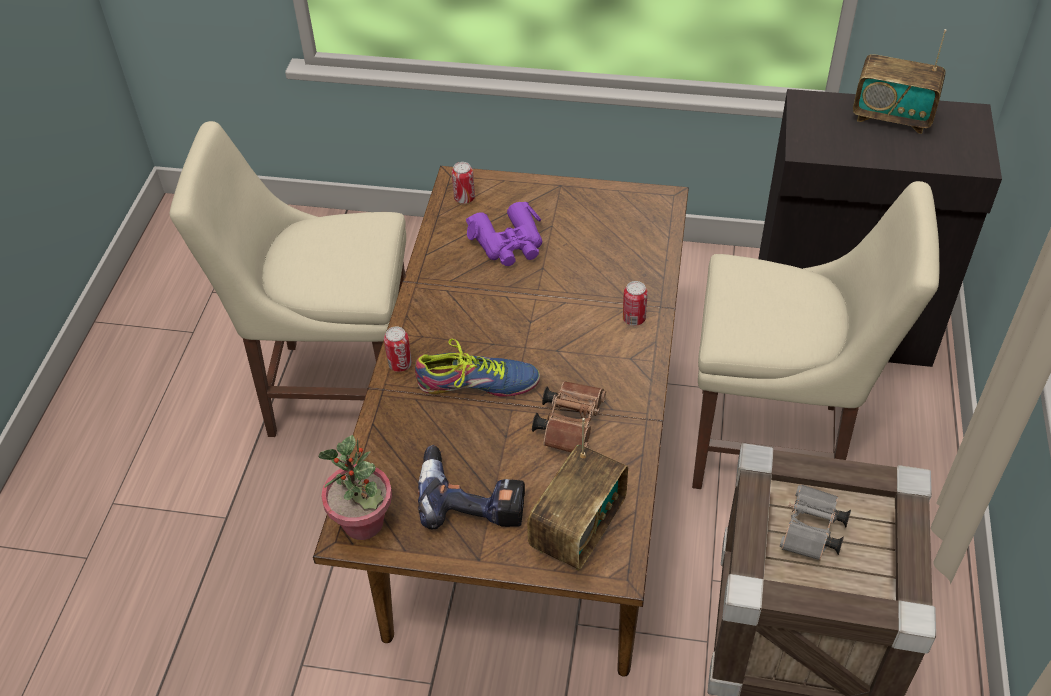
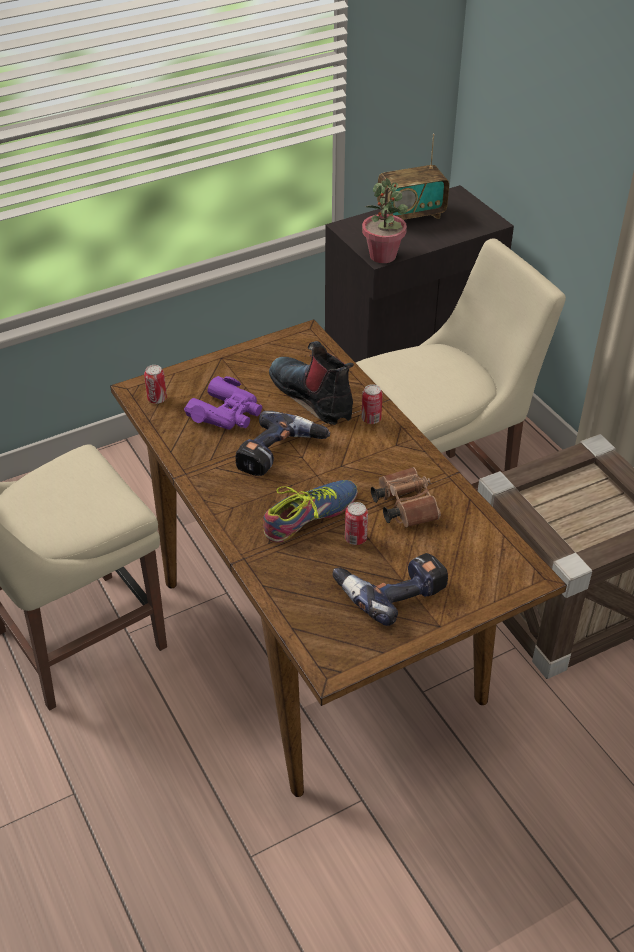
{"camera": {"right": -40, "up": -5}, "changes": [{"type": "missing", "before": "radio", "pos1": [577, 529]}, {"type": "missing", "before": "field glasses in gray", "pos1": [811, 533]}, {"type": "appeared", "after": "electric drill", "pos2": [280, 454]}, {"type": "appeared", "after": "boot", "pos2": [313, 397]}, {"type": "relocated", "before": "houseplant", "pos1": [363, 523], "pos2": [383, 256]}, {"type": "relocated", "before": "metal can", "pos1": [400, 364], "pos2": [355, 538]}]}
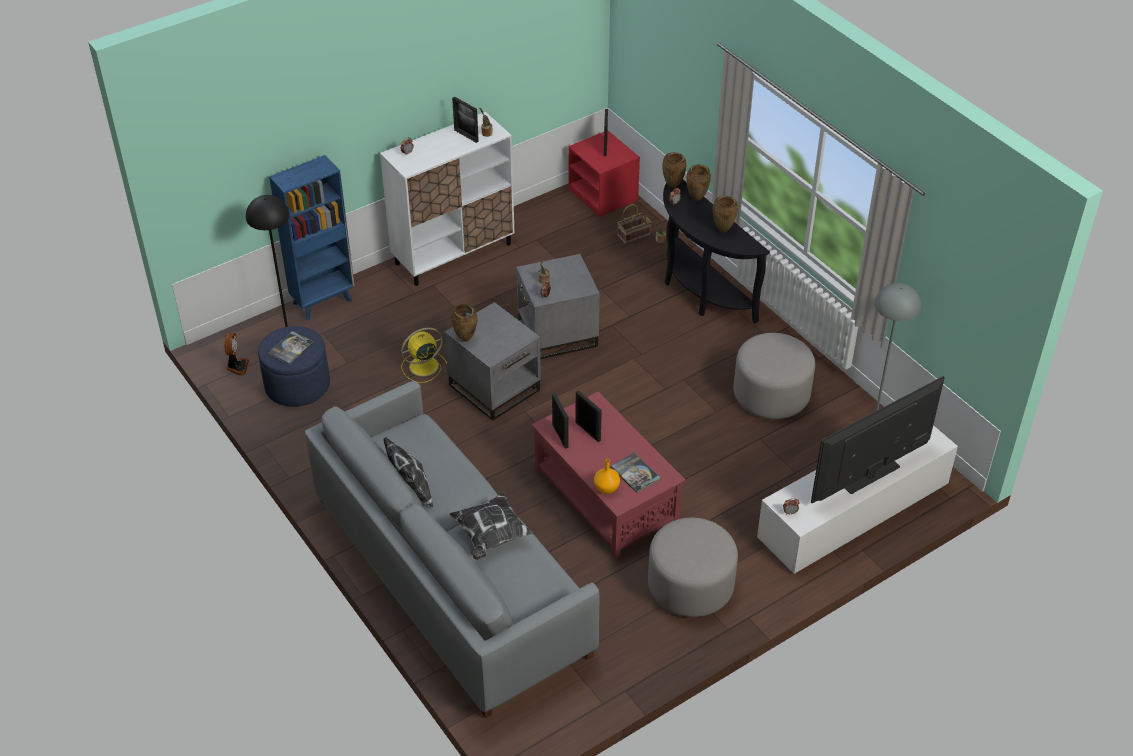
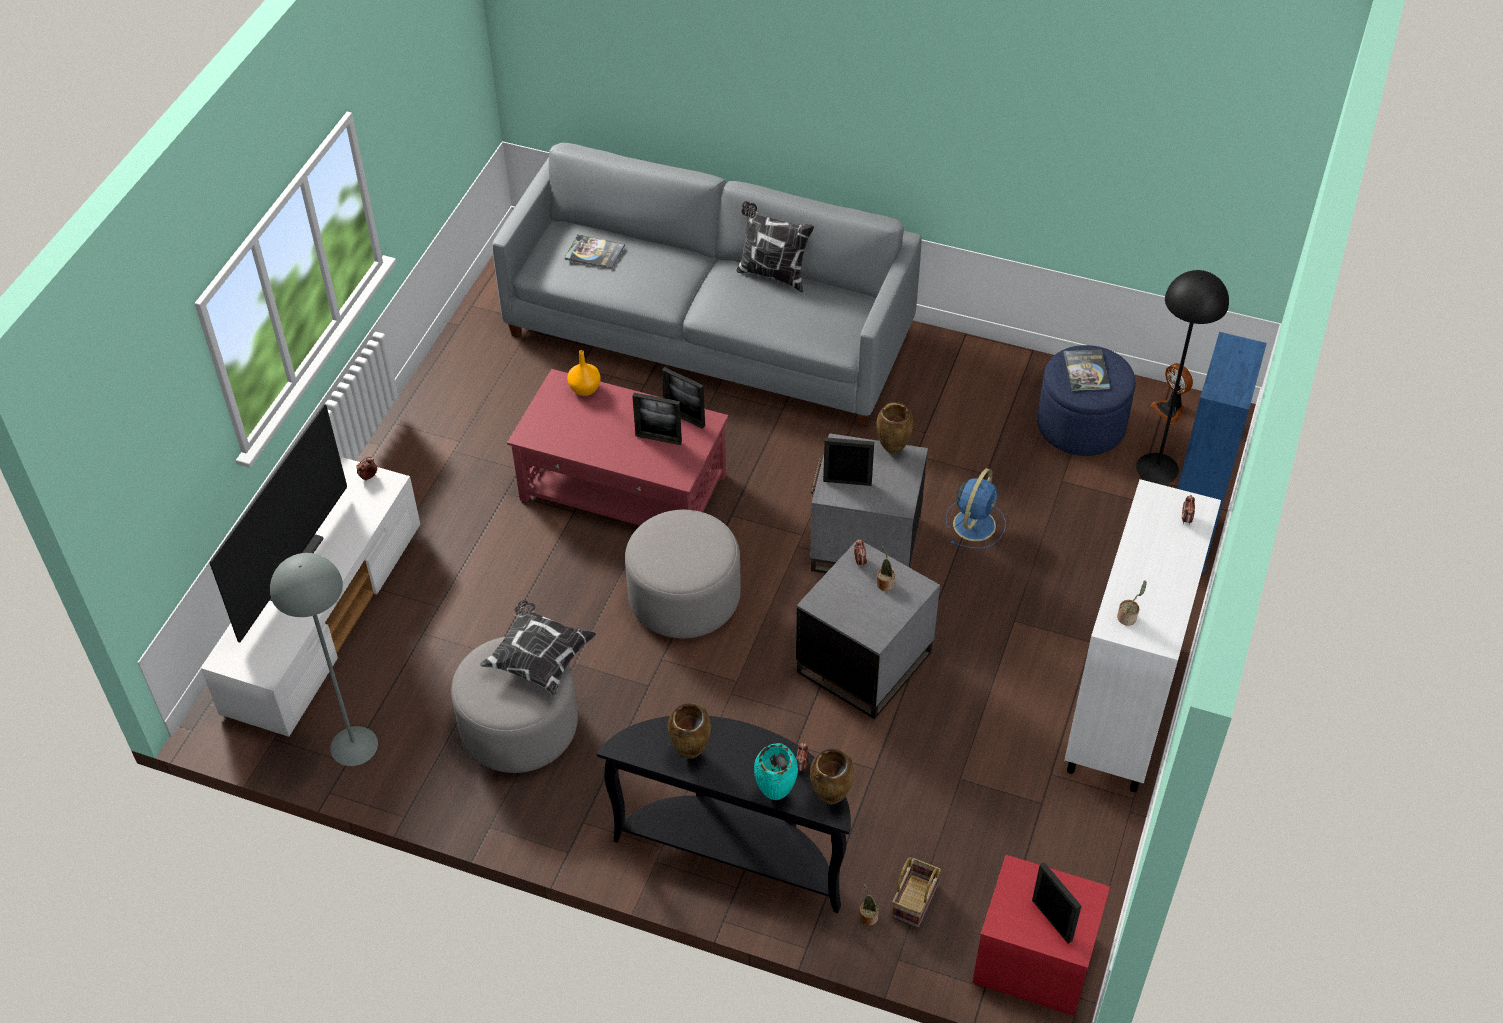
{"camera": {"right": 145, "up": 5}, "changes": [{"type": "relocated", "before": "throw pillow", "pos1": [490, 535], "pos2": [539, 659]}, {"type": "relocated", "before": "standing frame", "pos1": [466, 135], "pos2": [847, 482]}, {"type": "relocated", "before": "bound book", "pos1": [635, 473], "pos2": [595, 252]}, {"type": "relocated", "before": "ottoman in gray", "pos1": [690, 586], "pos2": [684, 598]}, {"type": "colour", "before": "fan in yellowish", "after": "fan in bluish", "pos1": [422, 366], "pos2": [975, 523]}, {"type": "colour", "before": "flower vase in brown", "after": "flower vase in turquoise-coloured", "pos1": [696, 198], "pos2": [776, 795]}]}
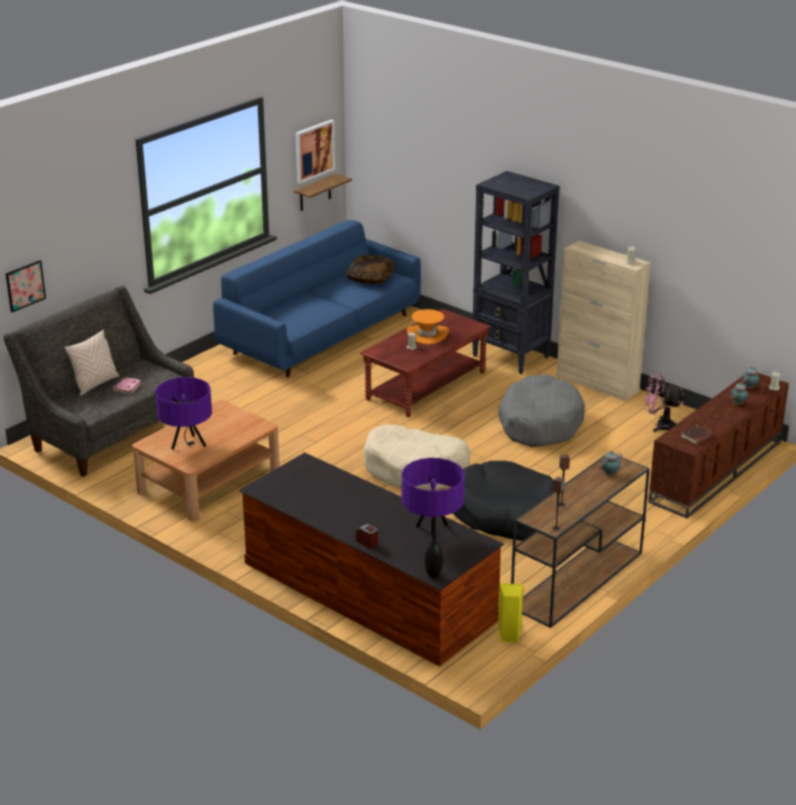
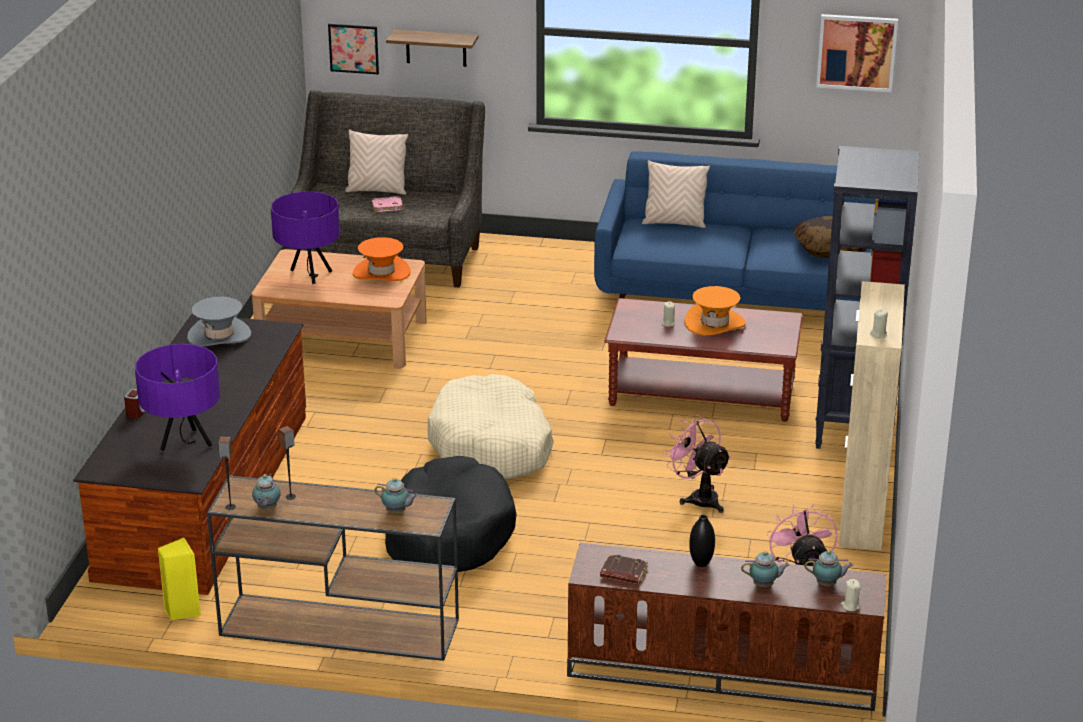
{"camera": {"right": 60, "up": 0}, "changes": [{"type": "appeared", "after": "wearable hat in gray", "pos2": [219, 336]}, {"type": "appeared", "after": "pot for tea", "pos2": [266, 509]}, {"type": "appeared", "after": "wearable hat in orangey", "pos2": [381, 272]}, {"type": "appeared", "after": "throw pillow in beige-coloured", "pos2": [674, 223]}, {"type": "relocated", "before": "bracket shelf", "pos1": [315, 193], "pos2": [436, 48]}, {"type": "relocated", "before": "flower vase in black-coloured", "pos1": [433, 575], "pos2": [701, 563]}, {"type": "exchanged", "before": "dog cushion in gray", "after": "fan in pink", "pos1": [539, 423], "pos2": [699, 497]}]}
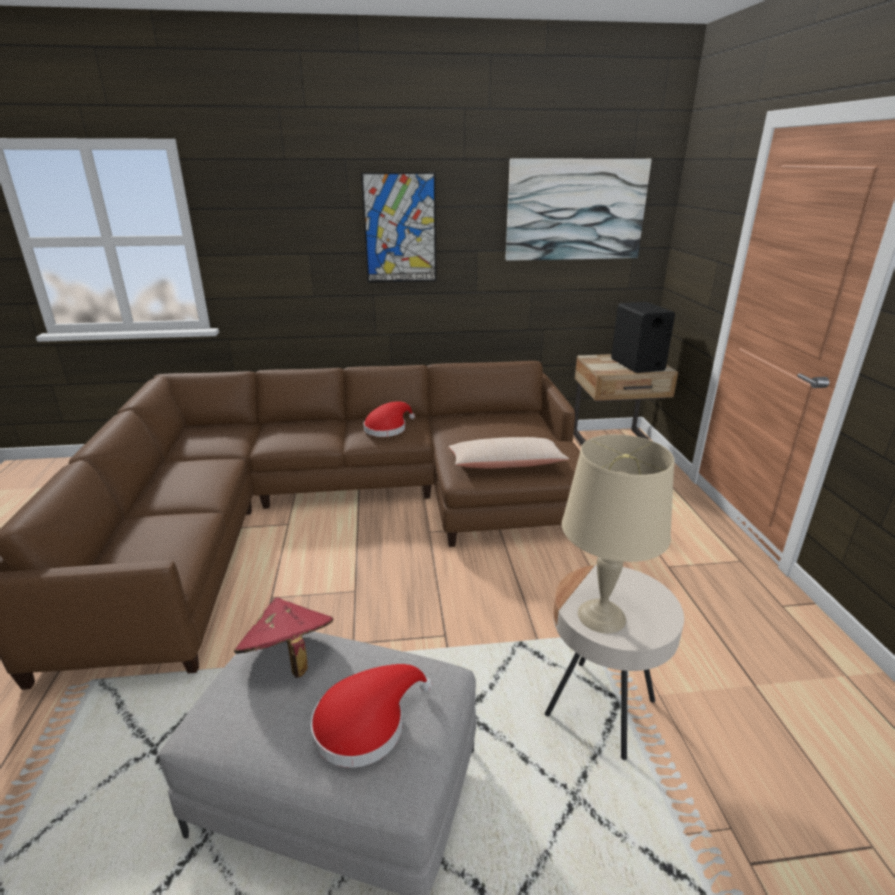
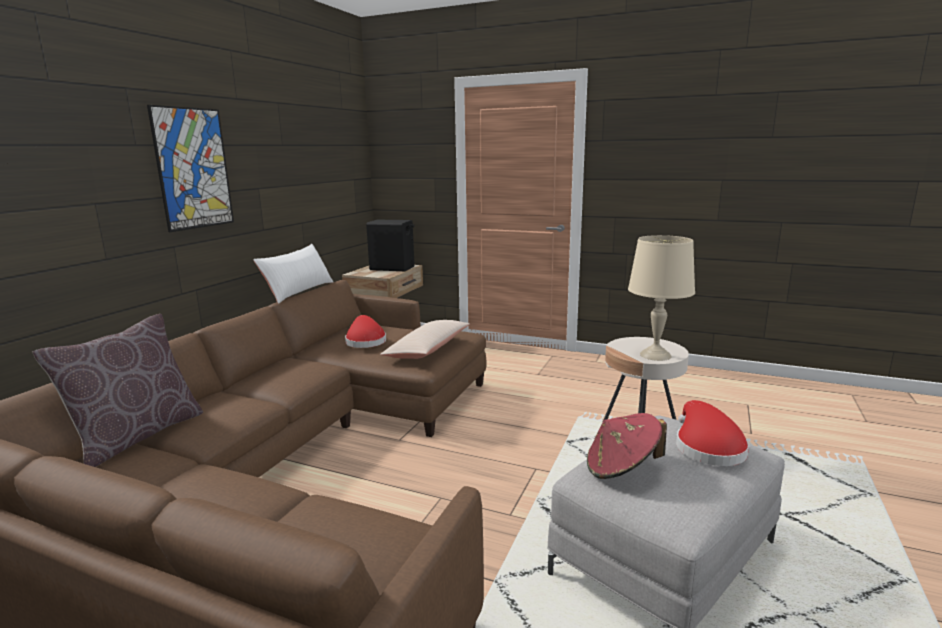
{"camera": {"right": -60, "up": -10}, "changes": [{"type": "missing", "before": "wall art", "pos1": [575, 210]}, {"type": "appeared", "after": "throw pillow in brown", "pos2": [137, 436]}, {"type": "appeared", "after": "throw pillow in whitish", "pos2": [298, 291]}, {"type": "relocated", "before": "wearable hat in red", "pos1": [387, 428], "pos2": [365, 341]}]}
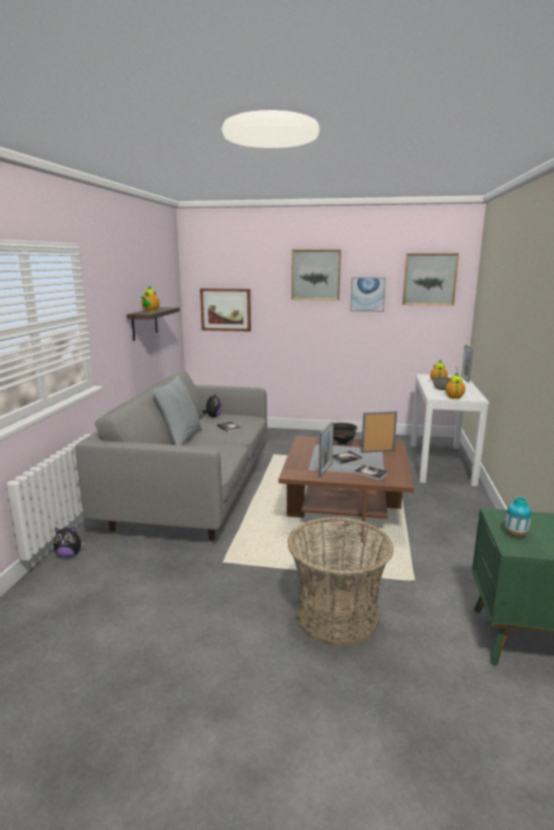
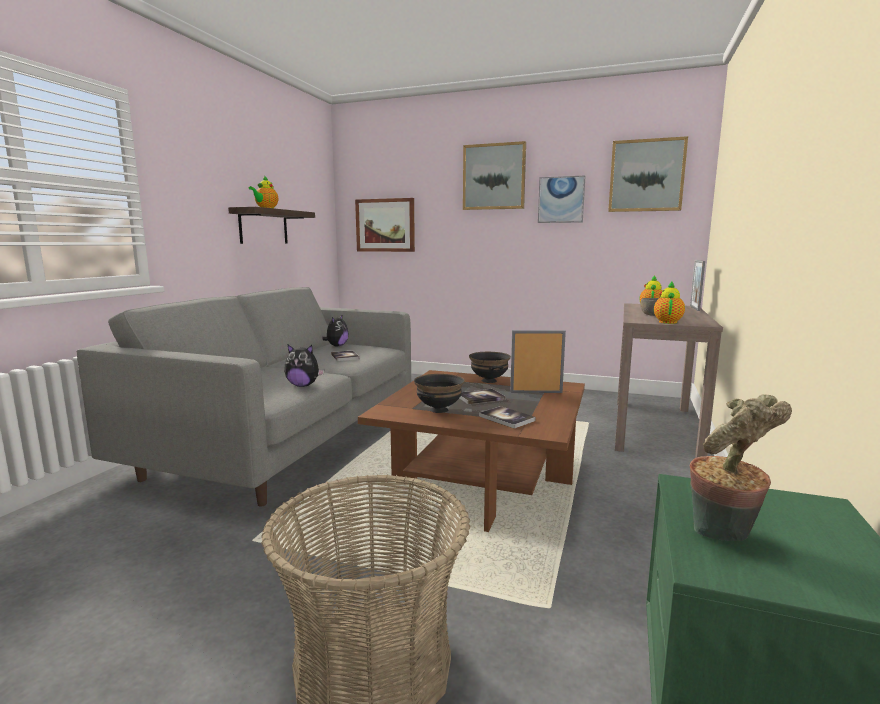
{"camera": {"right": 10, "up": -5}, "changes": [{"type": "missing", "before": "throw pillow", "pos1": [180, 439]}, {"type": "relocated", "before": "cuddly toy", "pos1": [69, 555], "pos2": [303, 385]}, {"type": "exchanged", "before": "standing frame", "after": "bowl in black-coloured", "pos1": [325, 469], "pos2": [438, 410]}, {"type": "exchanged", "before": "flower vase", "after": "houseplant", "pos1": [515, 535], "pos2": [724, 536]}, {"type": "colour", "before": "hall table in whitish", "after": "hall table in brown", "pos1": [441, 463], "pos2": [655, 428]}]}
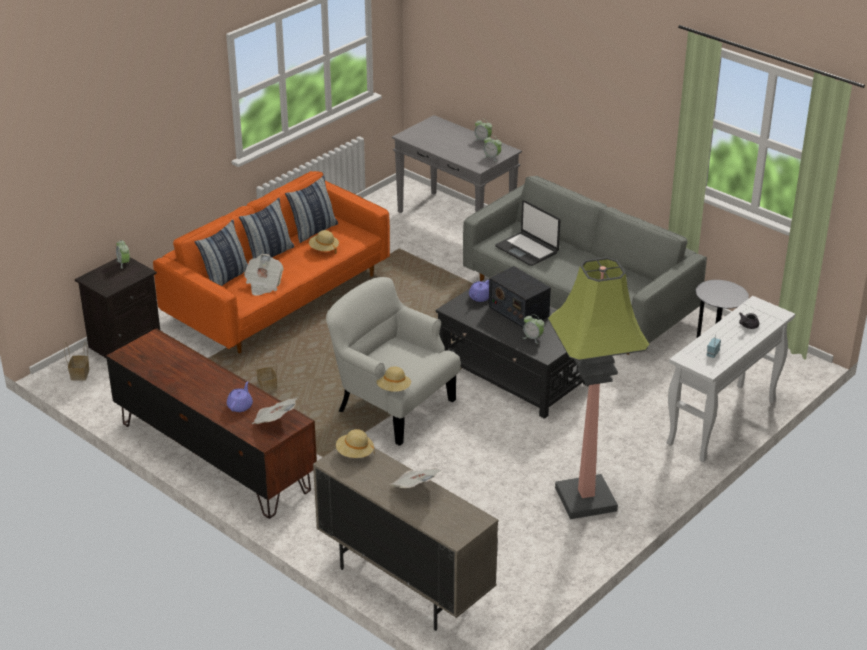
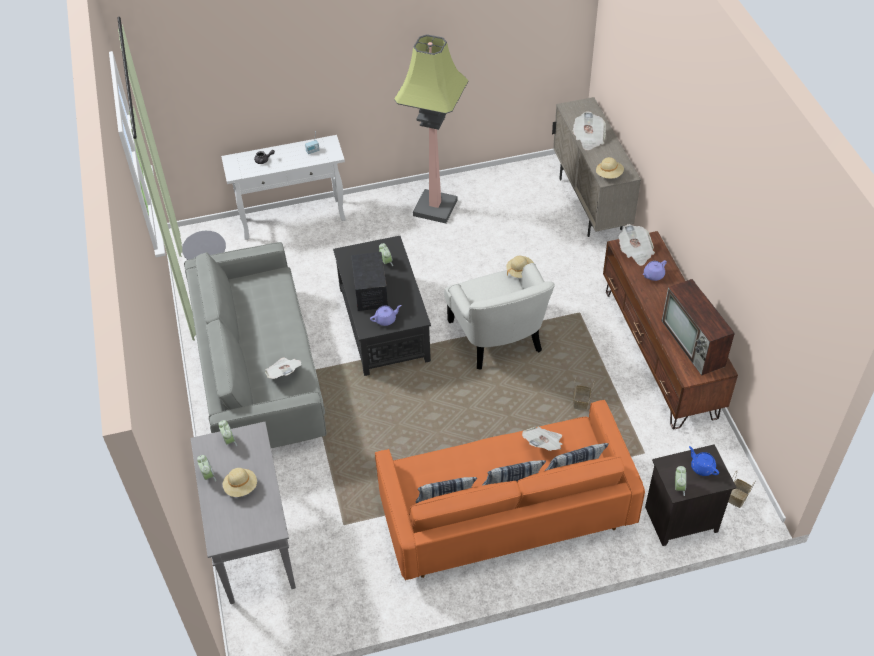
{"camera": {"right": -145, "up": 15}, "changes": [{"type": "appeared", "after": "television", "pos2": [694, 344]}, {"type": "appeared", "after": "pot for tea in bluish", "pos2": [702, 467]}, {"type": "relocated", "before": "wearable hat in beige-coloured", "pos1": [324, 249], "pos2": [241, 487]}, {"type": "exchanged", "before": "portable computer", "after": "printed paper", "pos1": [527, 249], "pos2": [284, 373]}]}
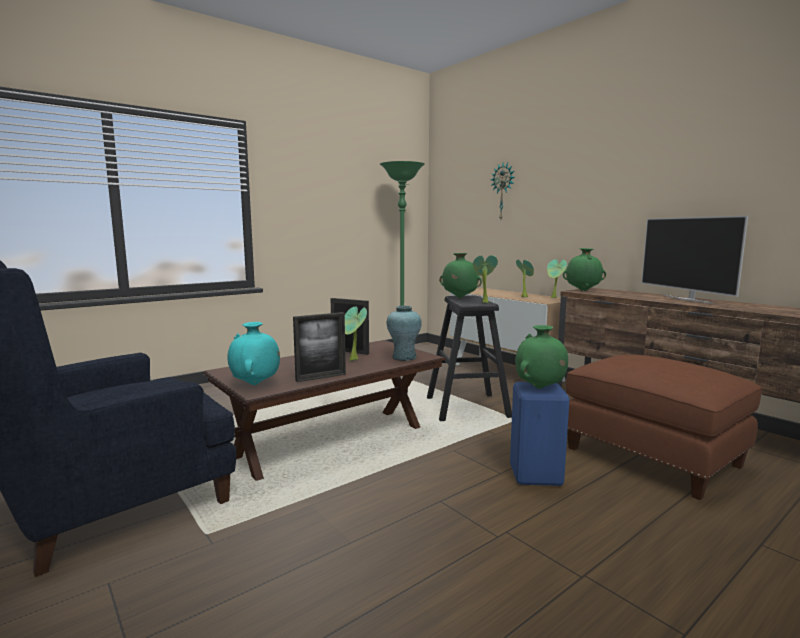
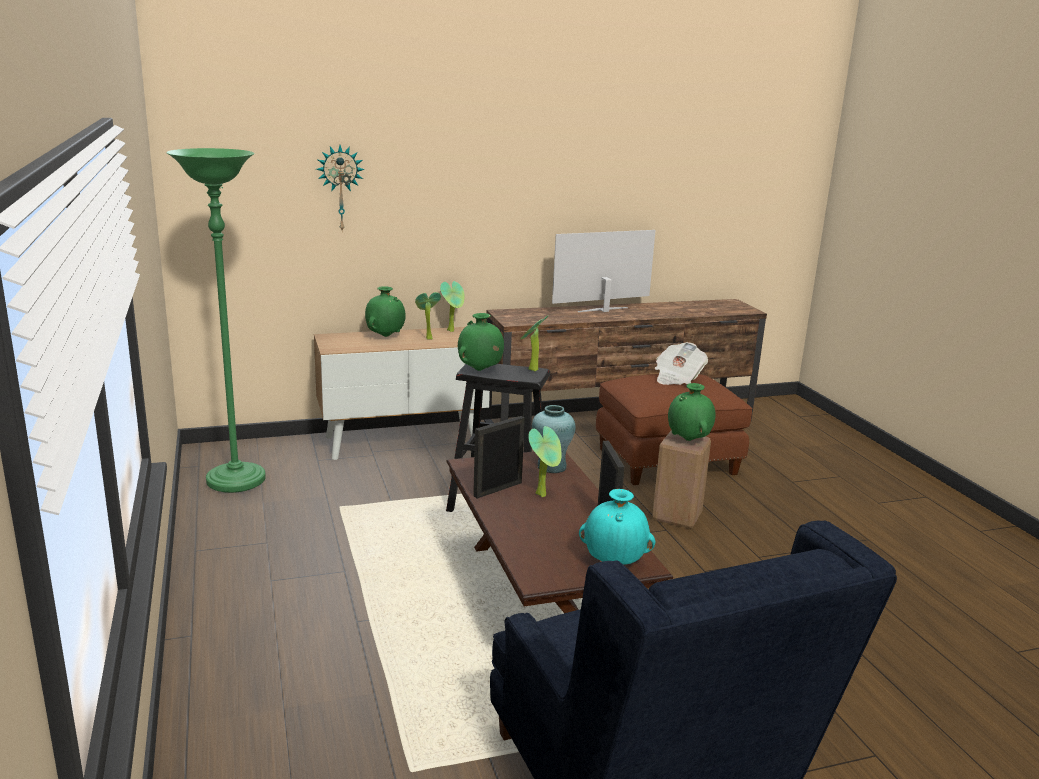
{"camera": {"right": -70, "up": 10}, "changes": [{"type": "appeared", "after": "printed paper", "pos2": [677, 378]}, {"type": "relocated", "before": "flower vase in greenish", "pos1": [583, 290], "pos2": [385, 336]}, {"type": "colour", "before": "sitting stool in bluish", "after": "sitting stool in beige-coloured", "pos1": [536, 474], "pos2": [676, 515]}, {"type": "spun", "before": "television", "pos1": [687, 299], "pos2": [603, 310], "turn": 150}]}
